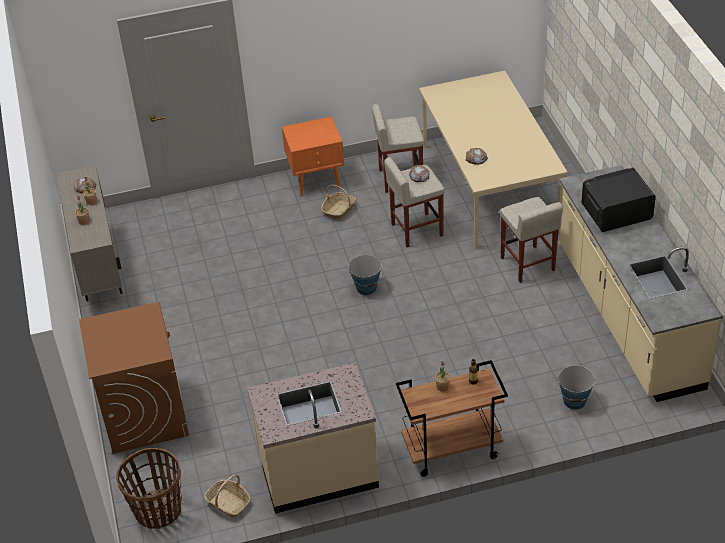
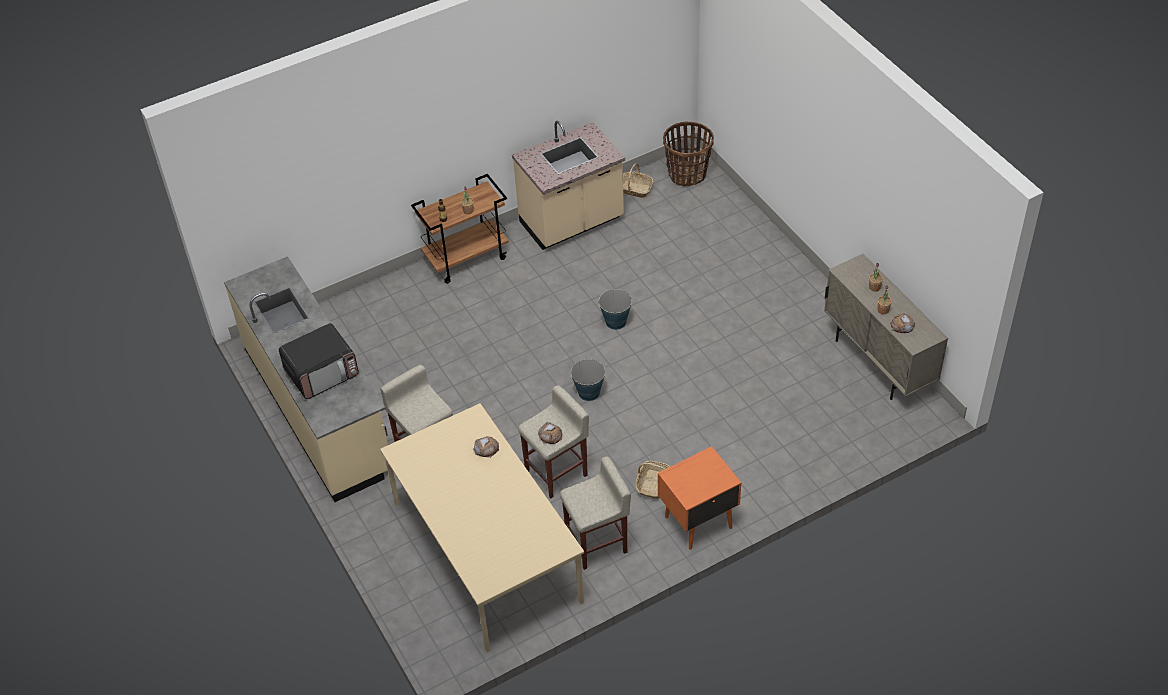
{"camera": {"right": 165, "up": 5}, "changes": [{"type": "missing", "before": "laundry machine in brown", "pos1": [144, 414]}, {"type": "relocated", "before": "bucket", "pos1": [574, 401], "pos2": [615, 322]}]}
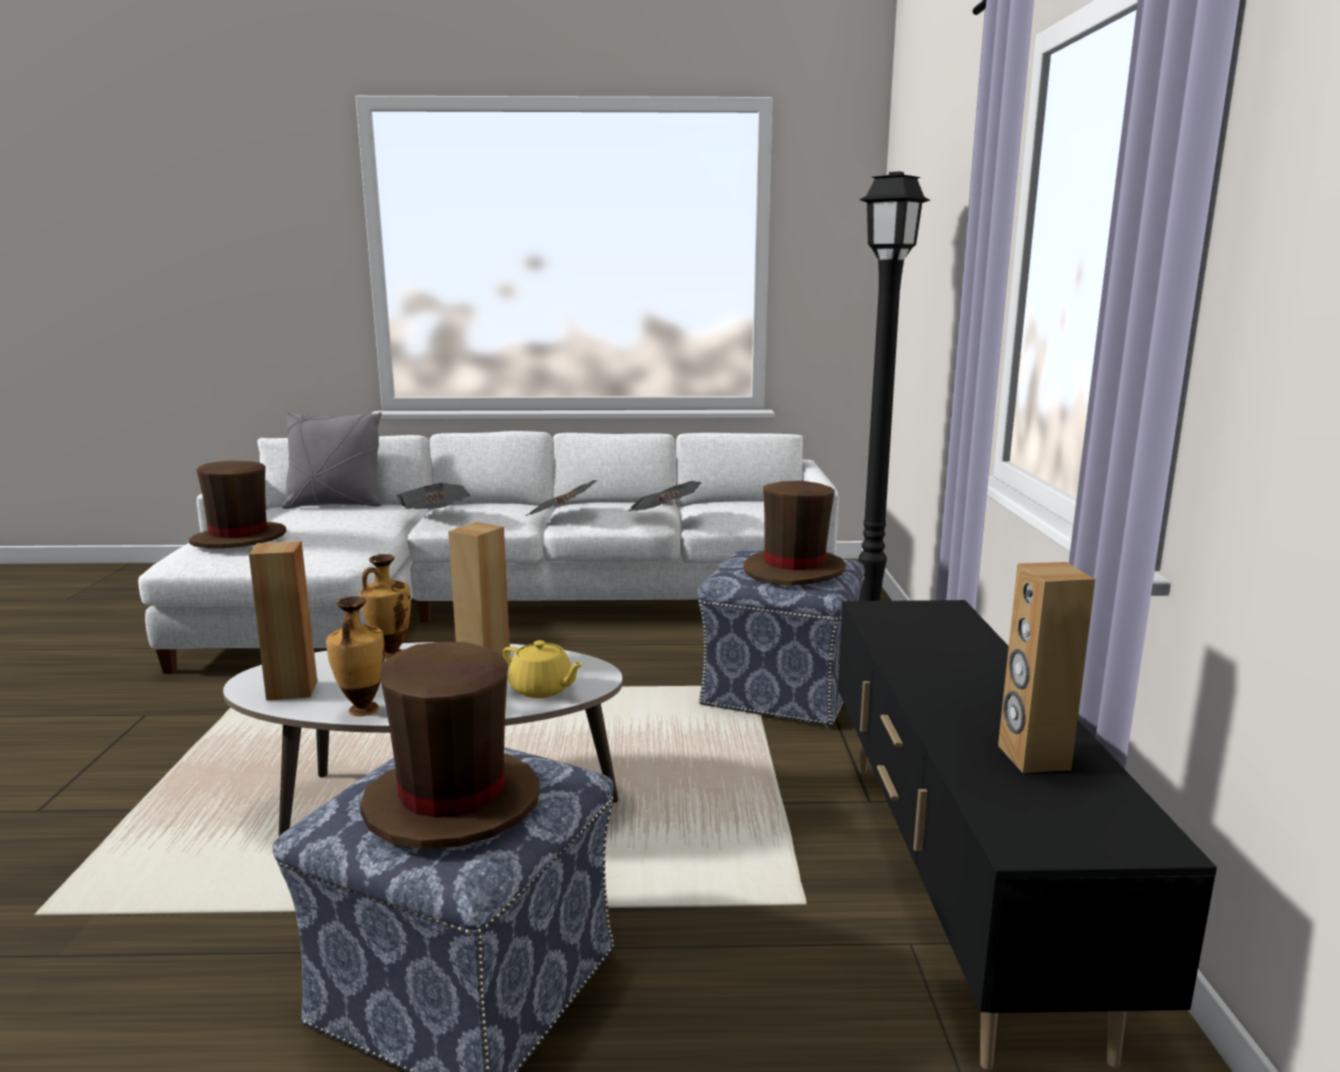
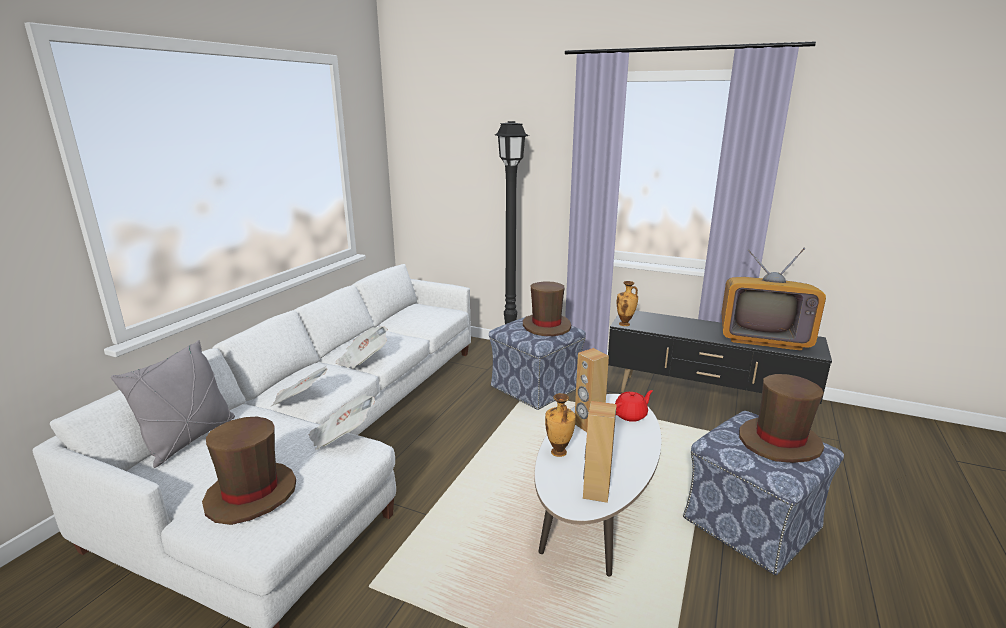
{"camera": {"right": -65, "up": 5}, "changes": [{"type": "relocated", "before": "flower vase", "pos1": [362, 710], "pos2": [625, 324]}, {"type": "relocated", "before": "printed paper", "pos1": [664, 516], "pos2": [342, 436]}, {"type": "exchanged", "before": "audio speaker in brown", "after": "television", "pos1": [1032, 757], "pos2": [763, 337]}, {"type": "colour", "before": "pot for tea in yellowish", "after": "pot for tea in red", "pos1": [542, 689], "pos2": [631, 415]}]}
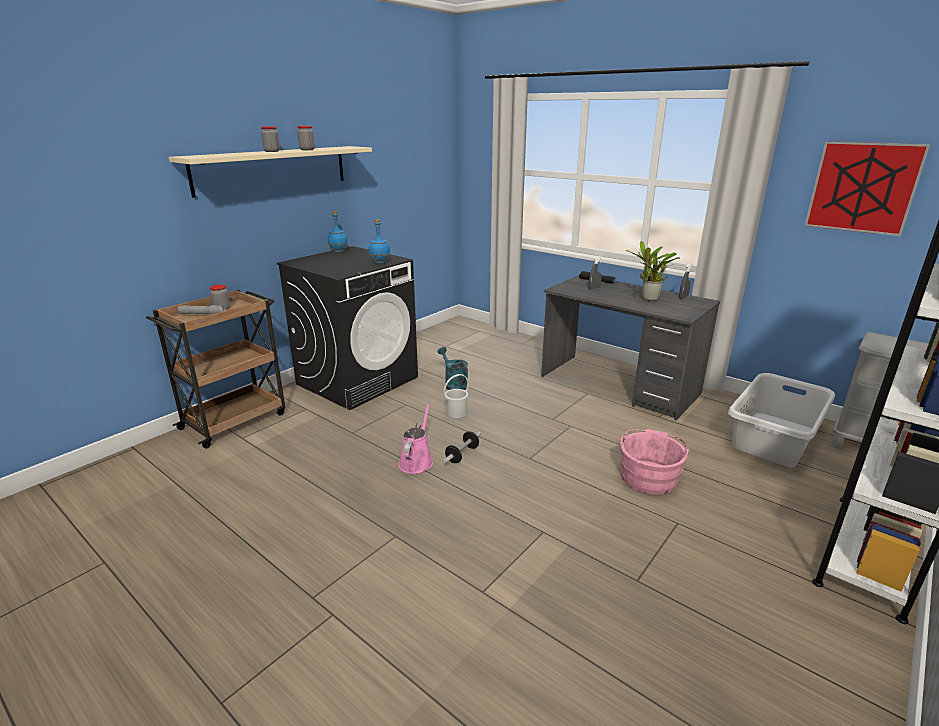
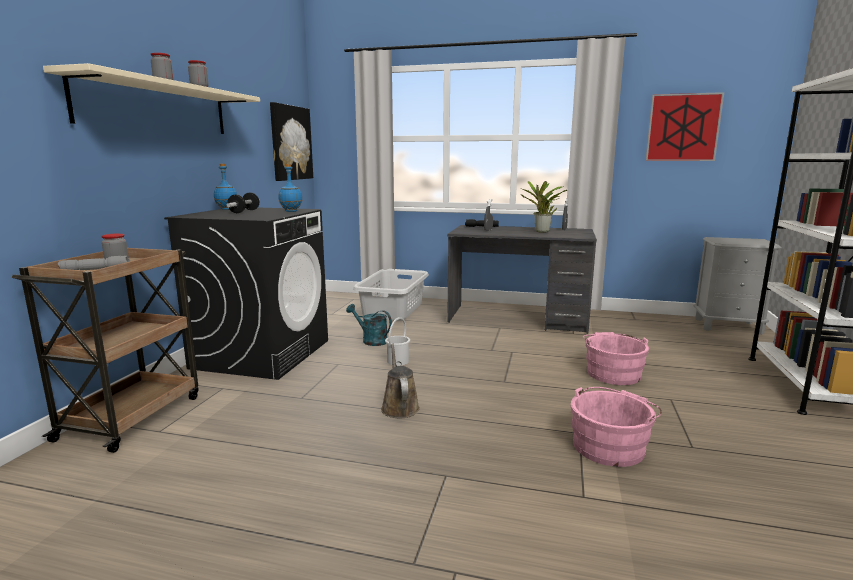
{"camera": {"right": -25, "up": -10}, "changes": [{"type": "appeared", "after": "wall art", "pos2": [290, 143]}, {"type": "appeared", "after": "bucket in pink", "pos2": [610, 445]}, {"type": "relocated", "before": "hand weight", "pos1": [462, 455], "pos2": [244, 211]}, {"type": "relocated", "before": "hamper in gray", "pos1": [774, 438], "pos2": [394, 309]}, {"type": "colour", "before": "watering pot in pink", "after": "watering pot in brown", "pos1": [416, 461], "pos2": [399, 407]}]}
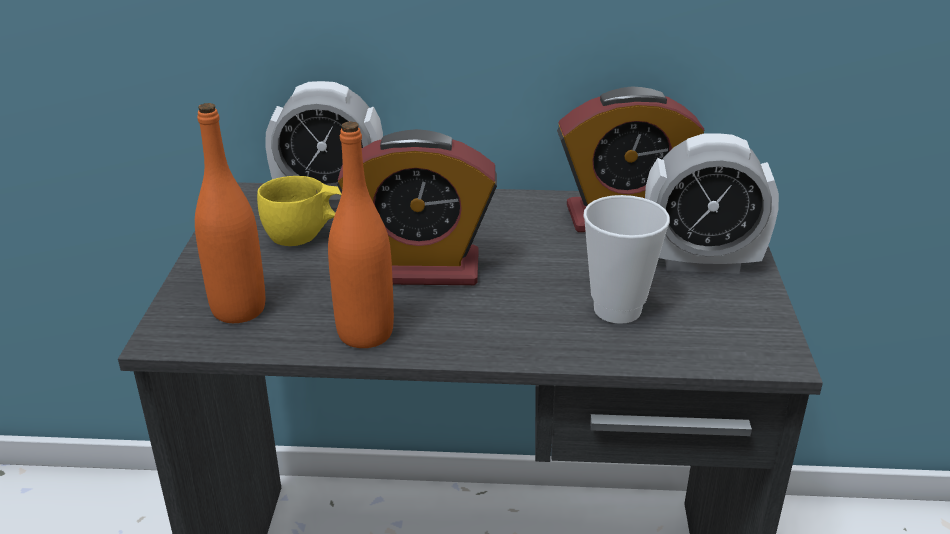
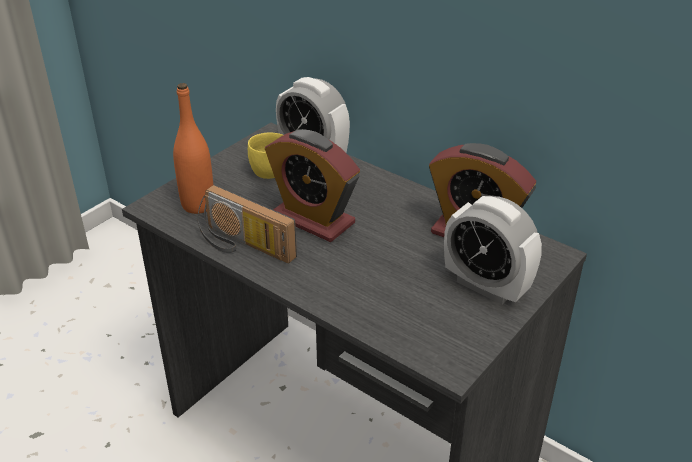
{"camera": {"right": 35, "up": 5}, "changes": [{"type": "missing", "before": "small cup", "pos1": [617, 309]}, {"type": "exchanged", "before": "drink bottle in orangey", "after": "radio", "pos1": [365, 333], "pos2": [242, 246]}]}
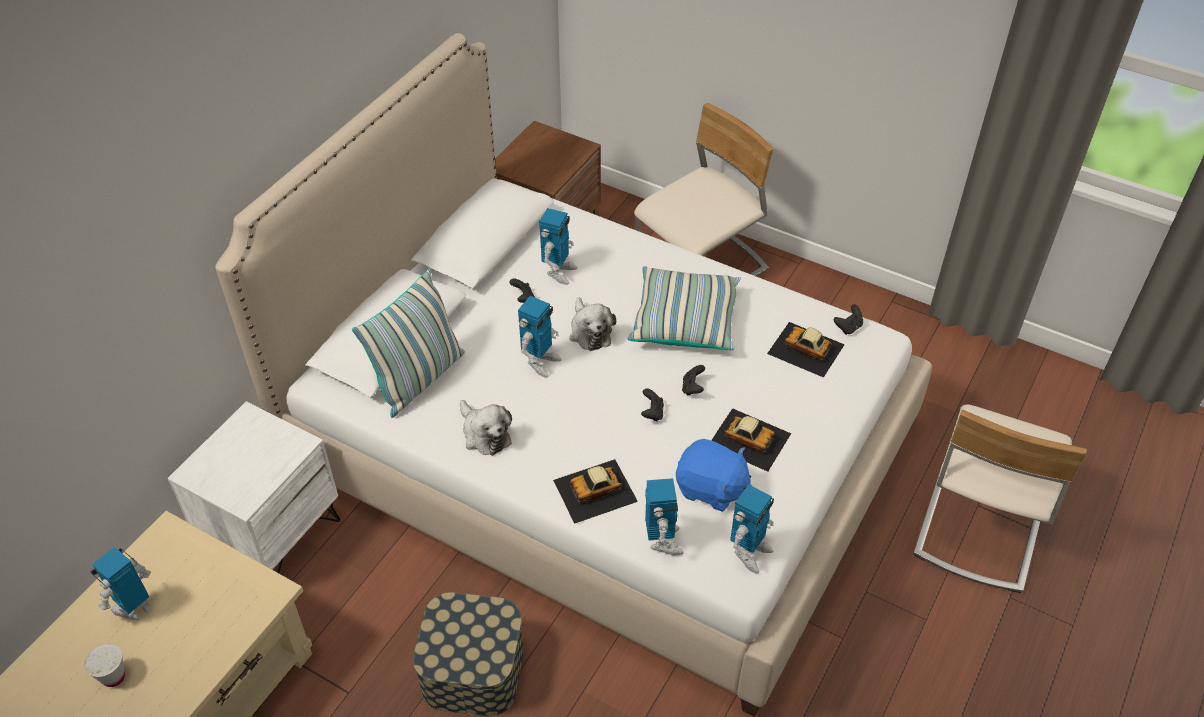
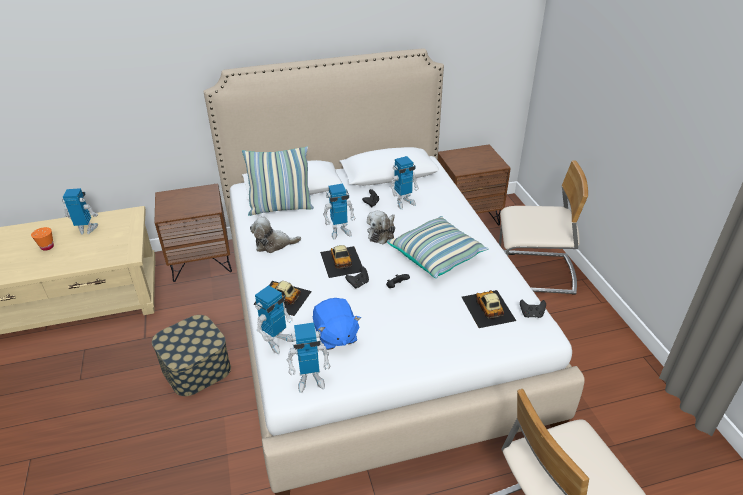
{"camera": {"right": 45, "up": -10}, "changes": [{"type": "relocated", "before": "miniature car", "pos1": [749, 438], "pos2": [342, 261]}, {"type": "colour", "before": "small cup in whitish", "after": "small cup in orangey", "pos1": [113, 677], "pos2": [47, 247]}, {"type": "colour", "before": "bedside table in whitish", "after": "bedside table in brown", "pos1": [273, 537], "pos2": [201, 261]}, {"type": "spun", "before": "cuddly toy", "pos1": [484, 434], "pos2": [273, 244], "turn": 75}]}
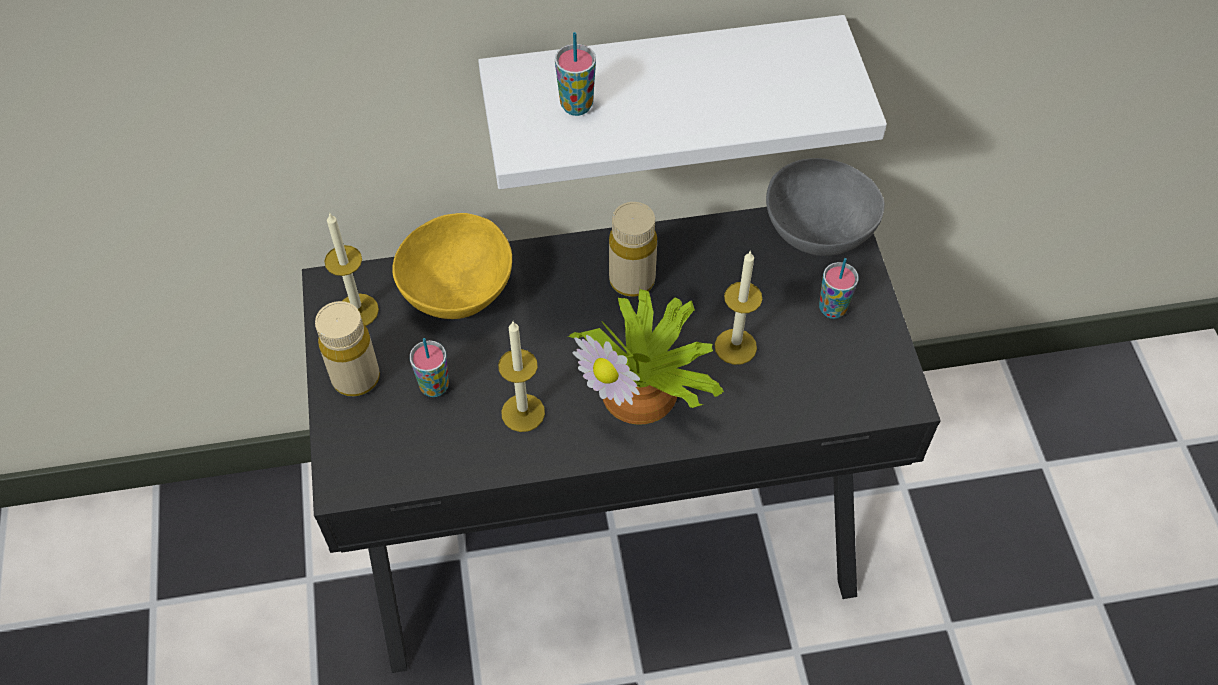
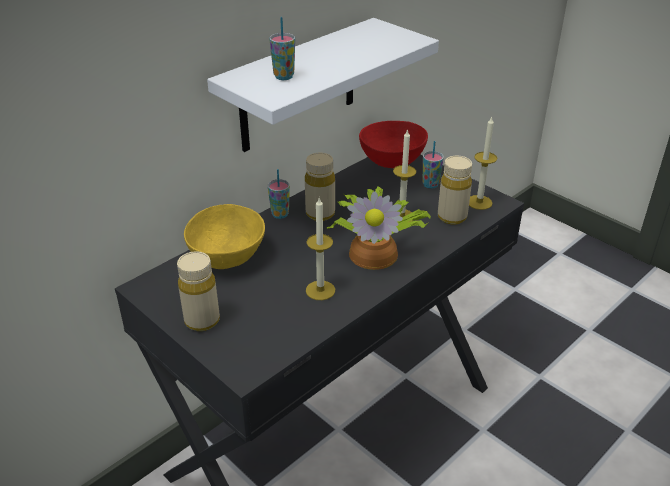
{"camera": {"right": -35, "up": -20}, "changes": [{"type": "appeared", "after": "drink bottle in beige-coloured", "pos2": [452, 217]}, {"type": "relocated", "before": "wax candle", "pos1": [357, 311], "pos2": [479, 202]}, {"type": "relocated", "before": "small cup", "pos1": [434, 387], "pos2": [280, 214]}, {"type": "colour", "before": "bowl in gray", "after": "bowl in red", "pos1": [818, 235], "pos2": [393, 162]}]}
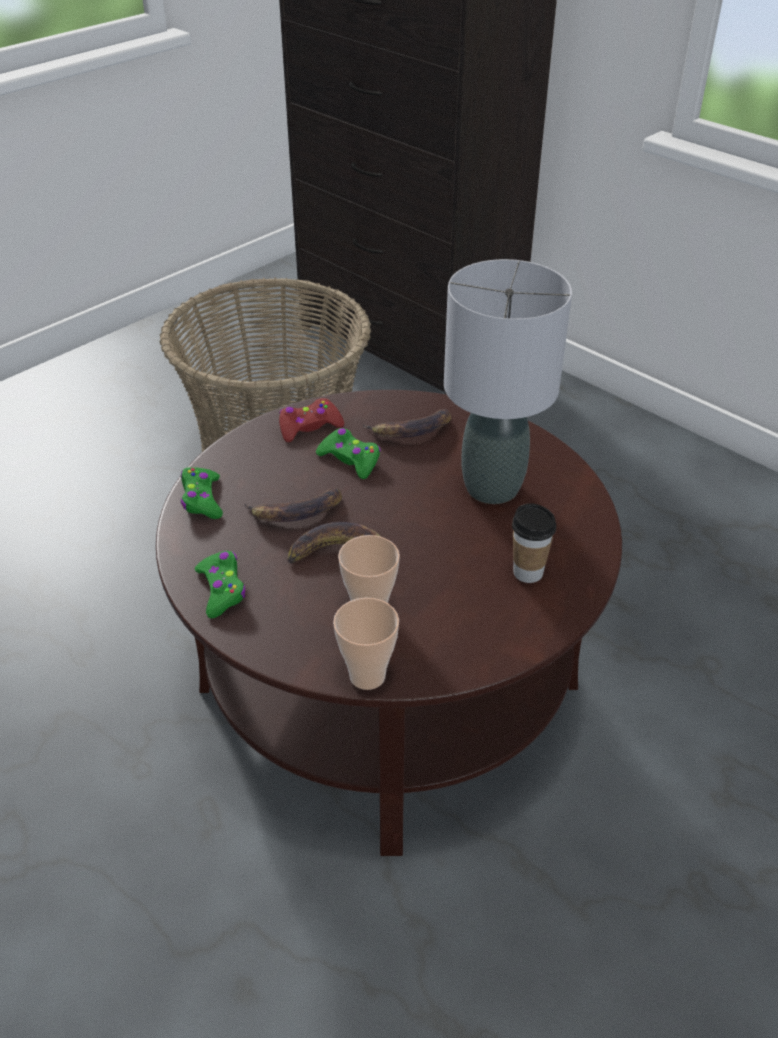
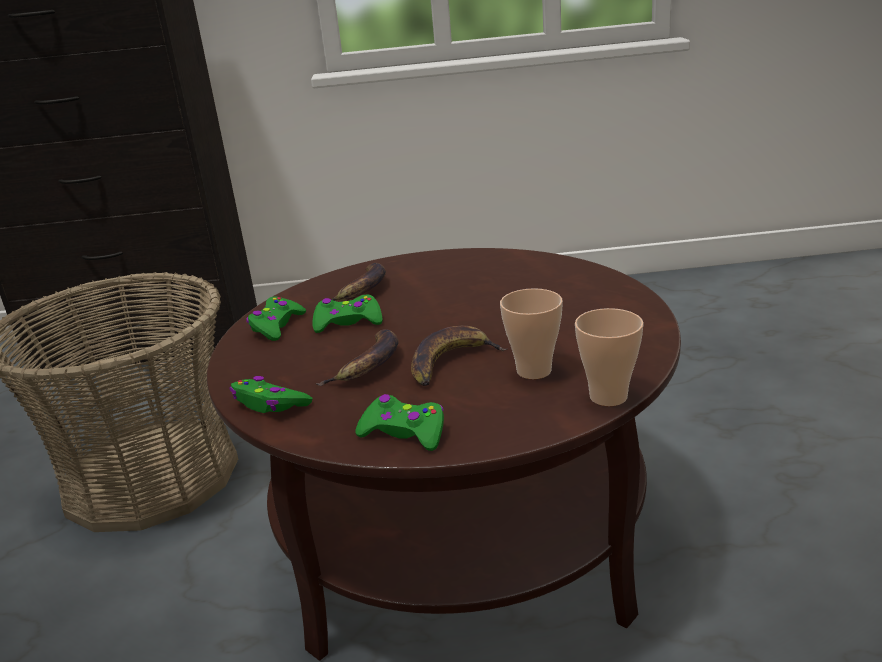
{"camera": {"right": -45, "up": -15}, "changes": [{"type": "missing", "before": "lamp for a table in gray", "pos1": [493, 488]}, {"type": "missing", "before": "small cup", "pos1": [528, 572]}, {"type": "colour", "before": "joypad in red", "after": "joypad in greenish", "pos1": [309, 427], "pos2": [276, 326]}]}
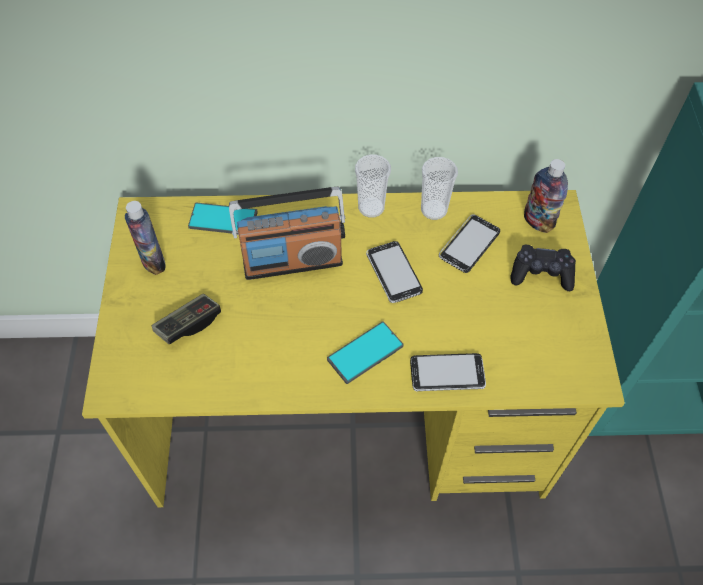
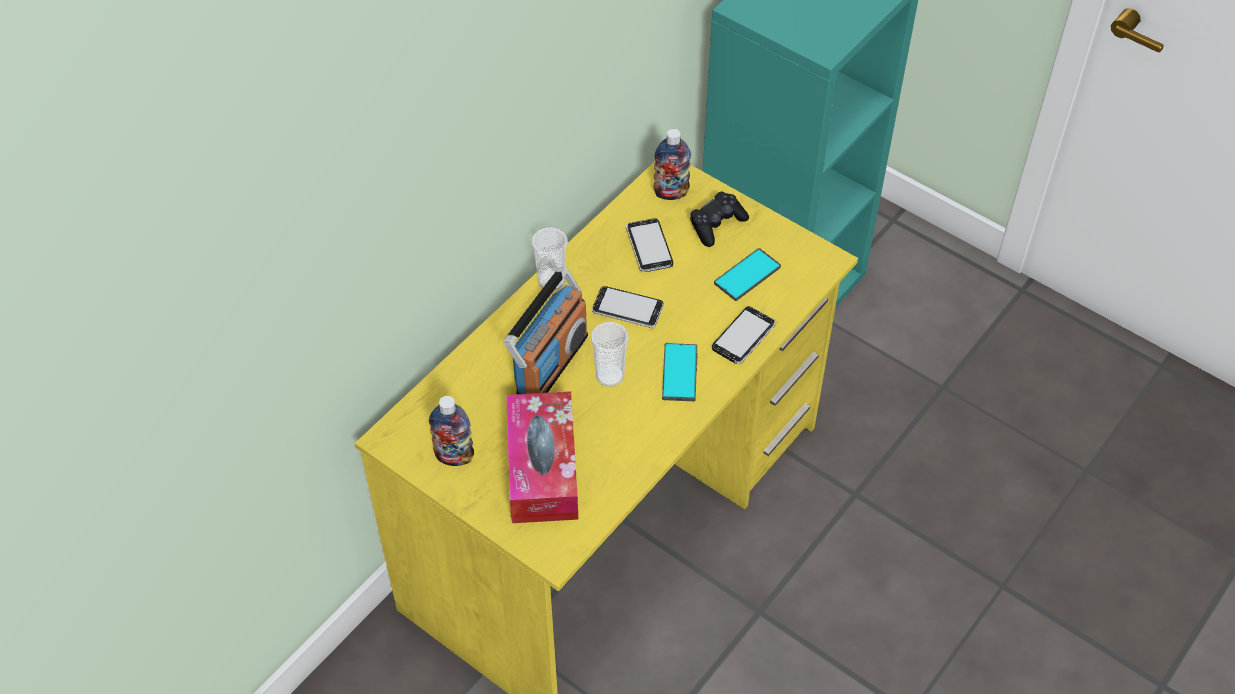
{"camera": {"right": -50, "up": -5}, "changes": [{"type": "relocated", "before": "handset", "pos1": [223, 219], "pos2": [747, 275]}, {"type": "relocated", "before": "small cup", "pos1": [433, 210], "pos2": [610, 376]}, {"type": "exchanged", "before": "joypad", "after": "tissue box", "pos1": [188, 324], "pos2": [542, 468]}]}
